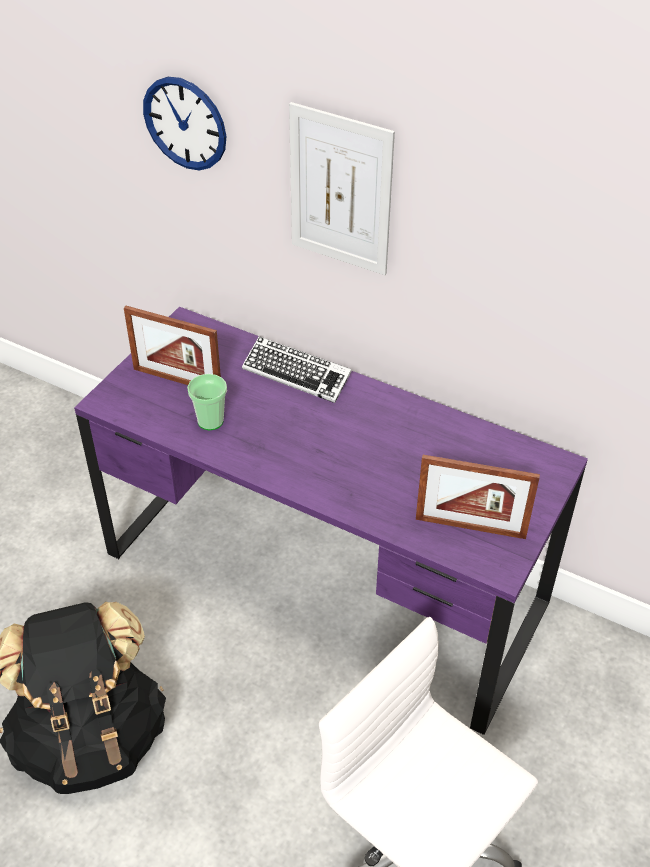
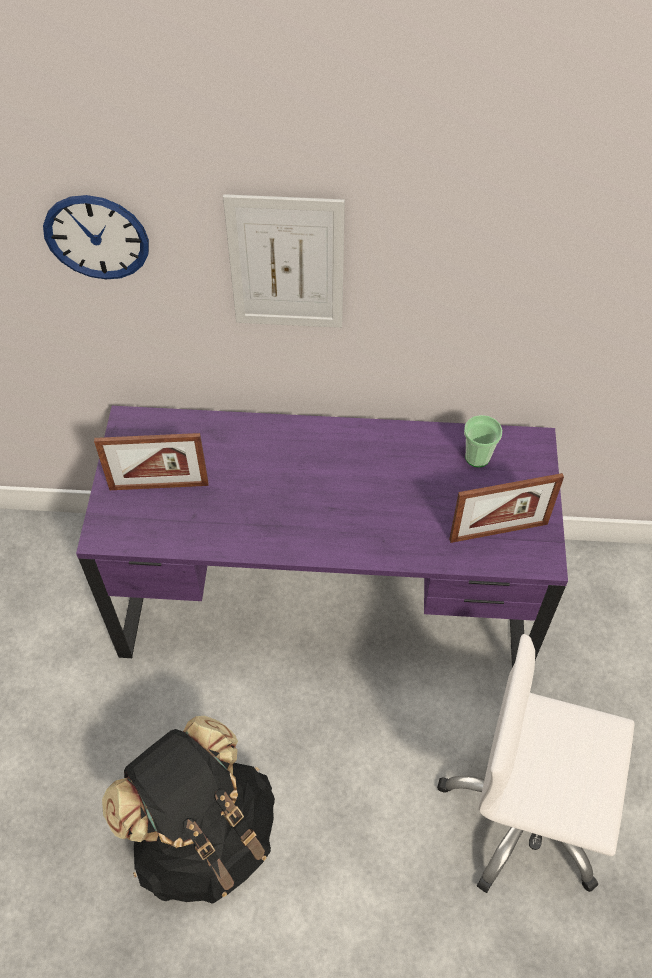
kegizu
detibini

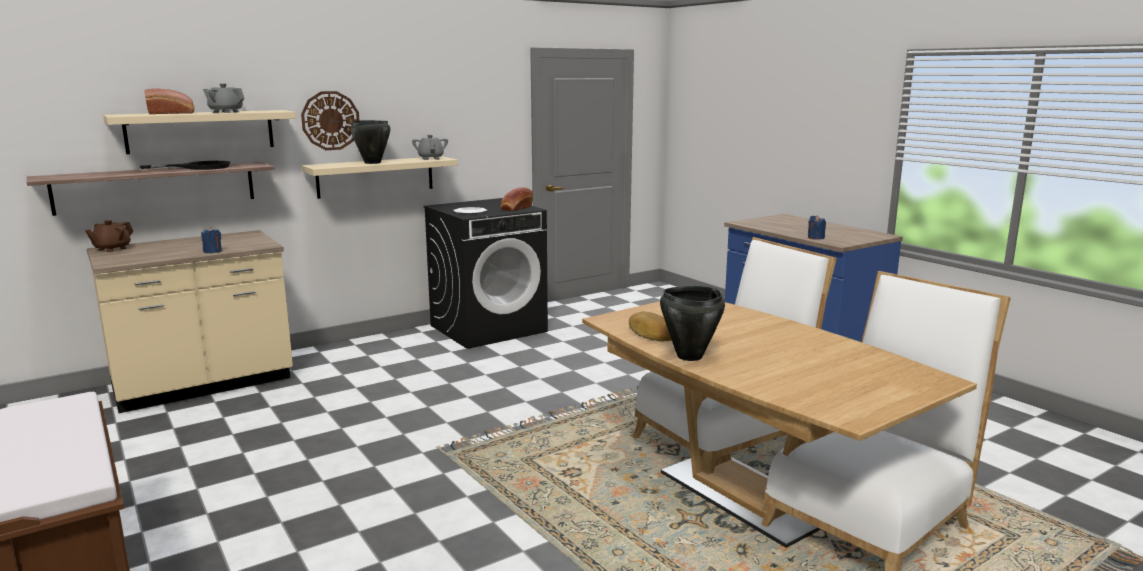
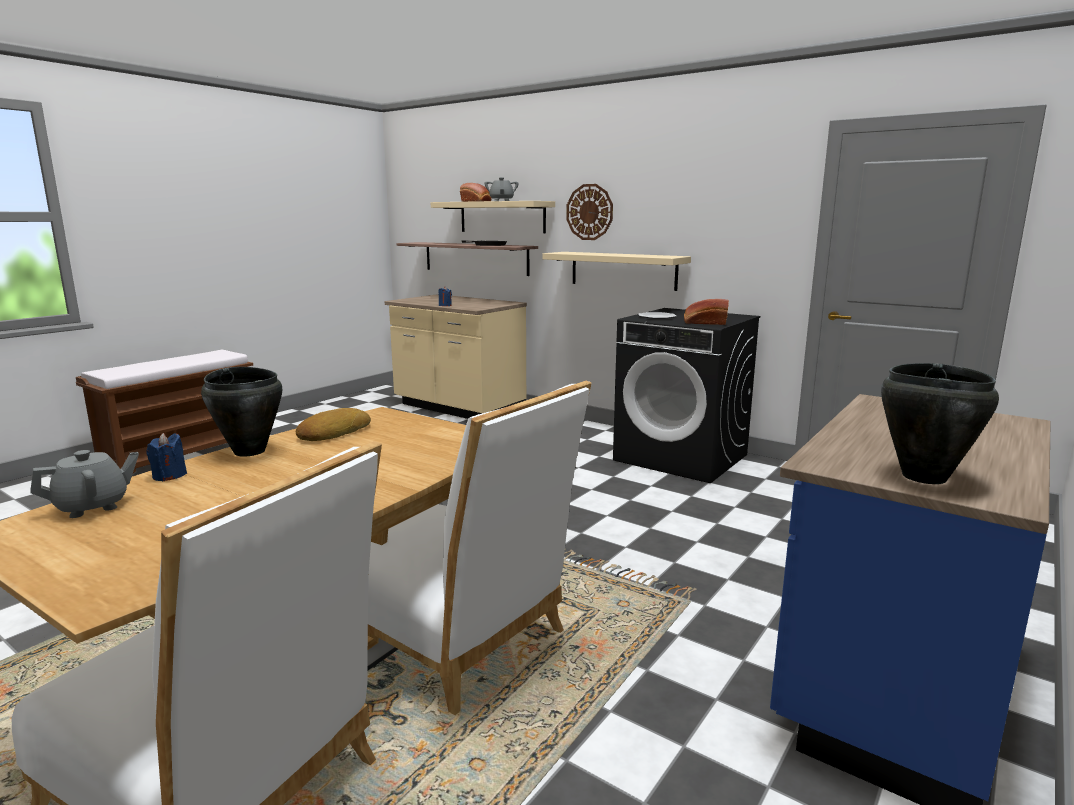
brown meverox
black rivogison (2nd from left)
grey meverox (1st from left)
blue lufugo (1st from left)

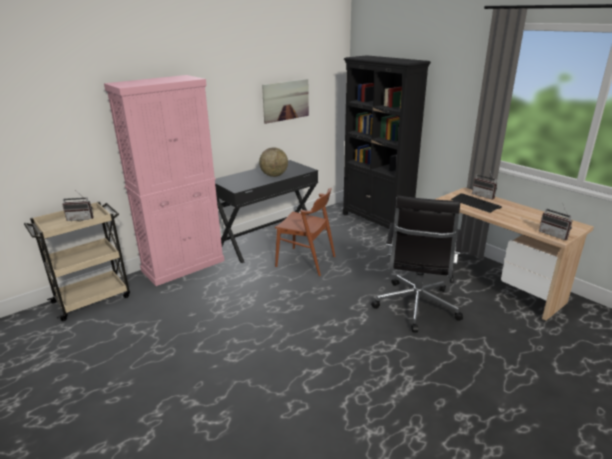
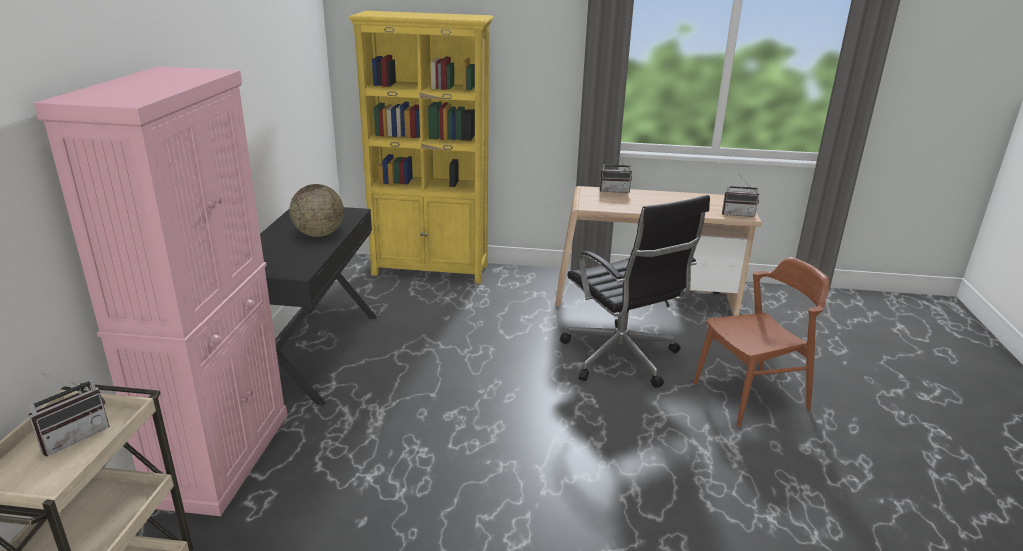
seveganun
kegizu
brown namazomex
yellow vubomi

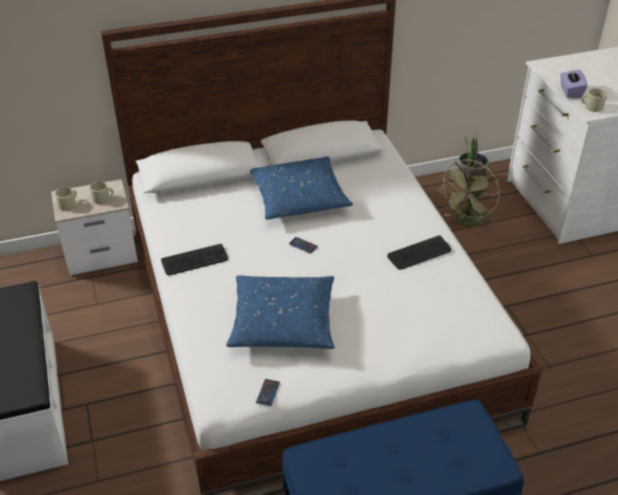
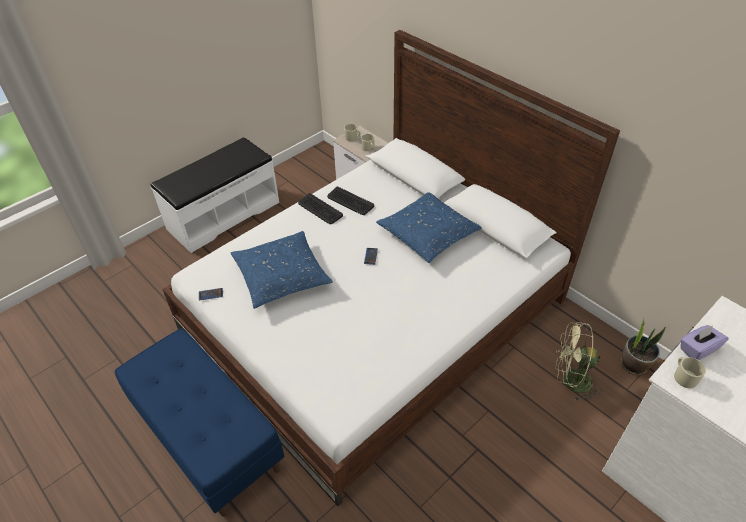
kegizu (2nd from left)

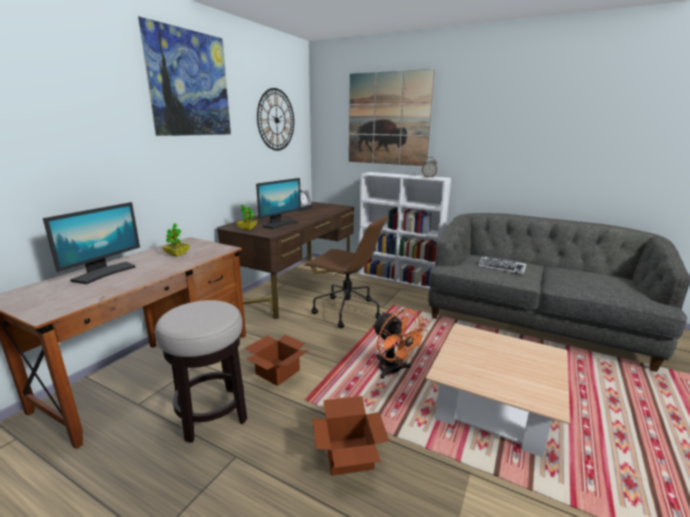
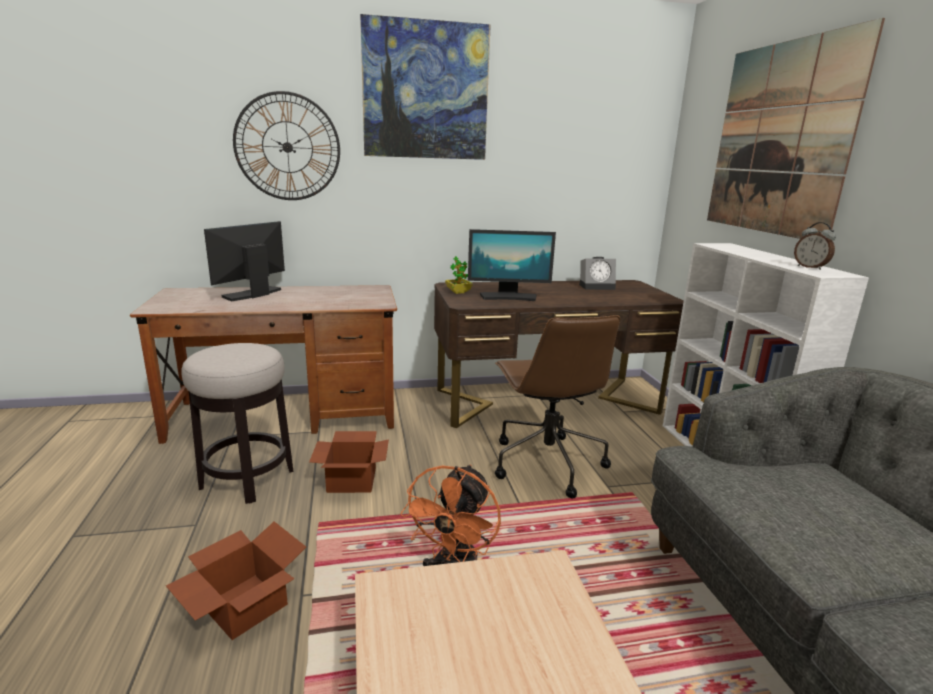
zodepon (1st from left in the first image)
kegizu
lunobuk
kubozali (1st from left)

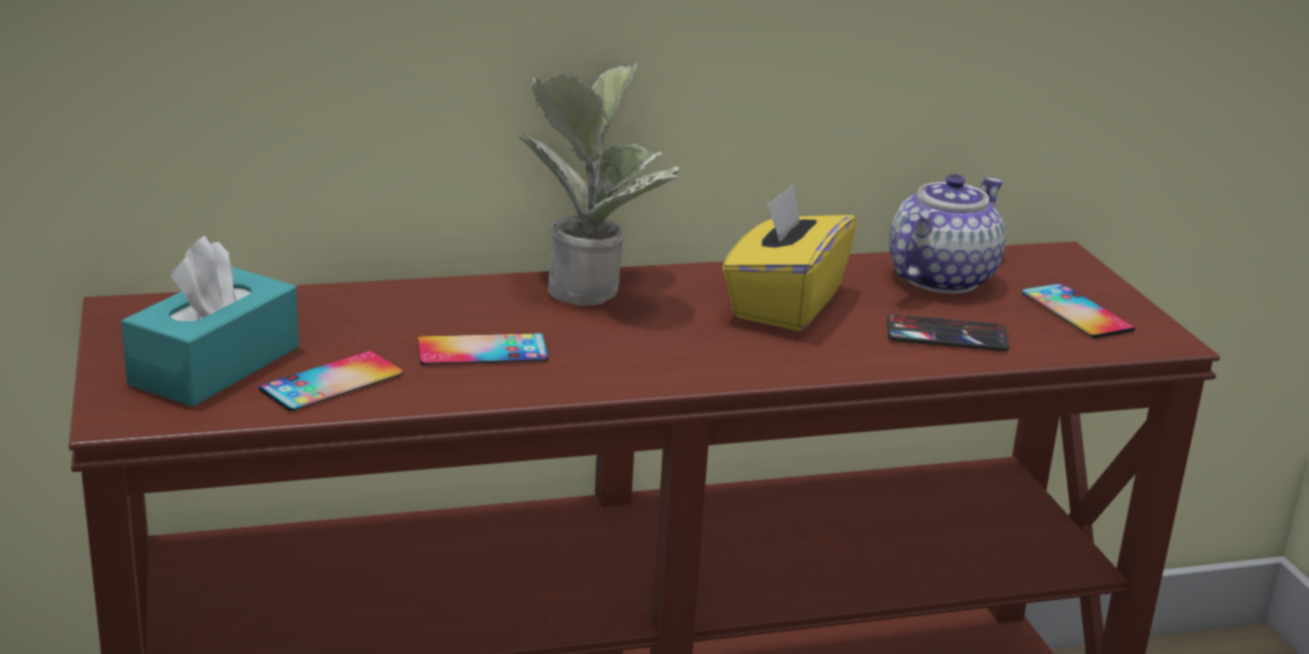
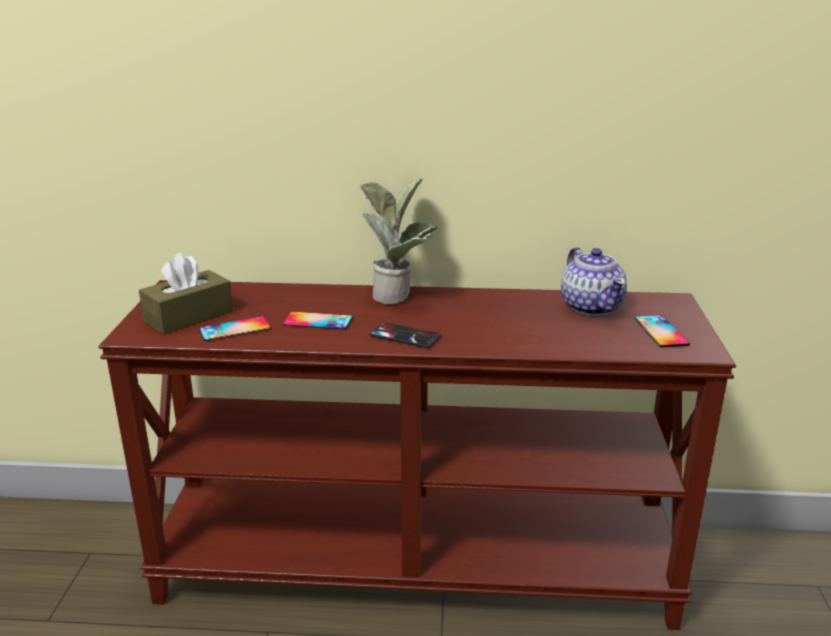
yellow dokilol
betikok (3rd from left)
brown dokilol
meverox

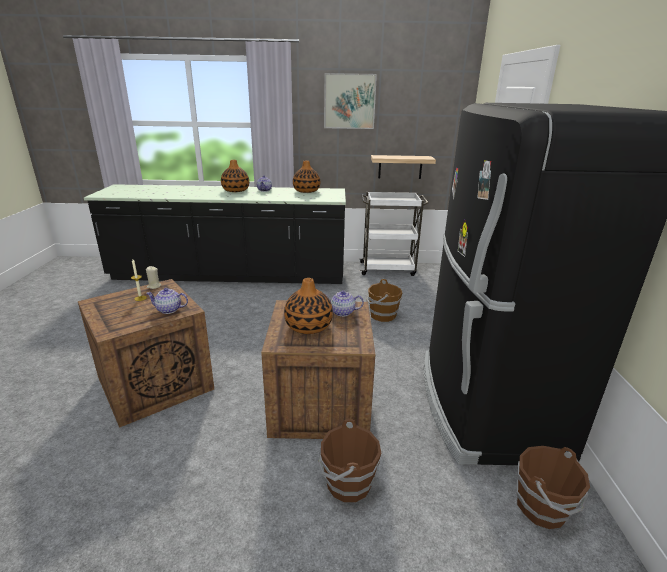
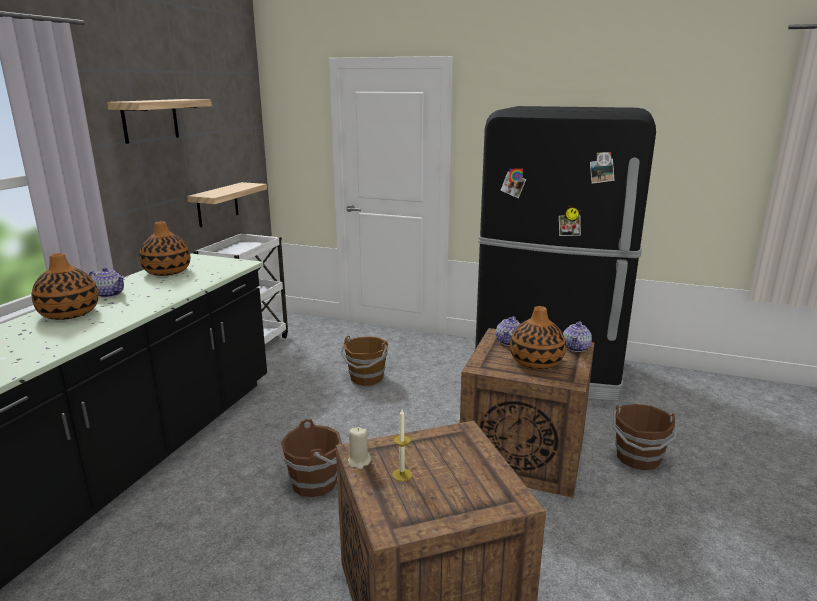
meverox (3rd from left)
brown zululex (1st from left)
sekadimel (1st from left)

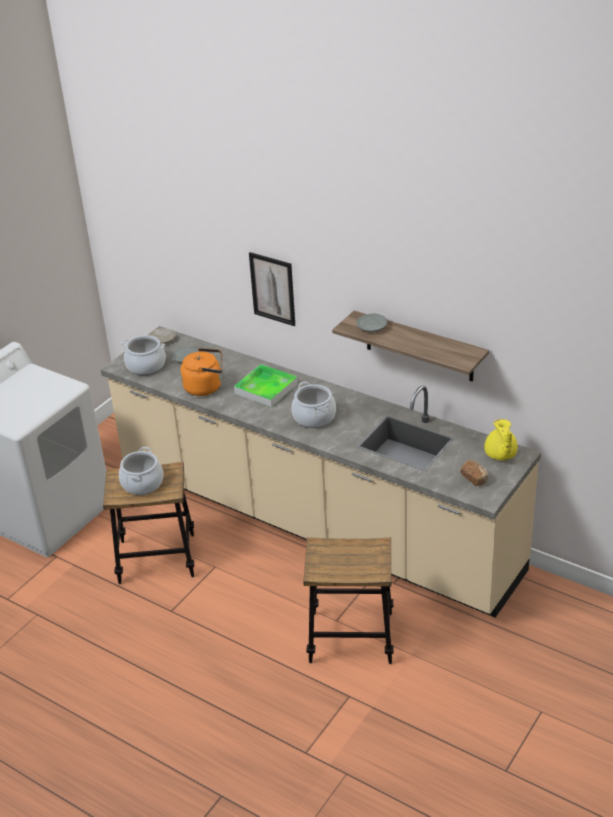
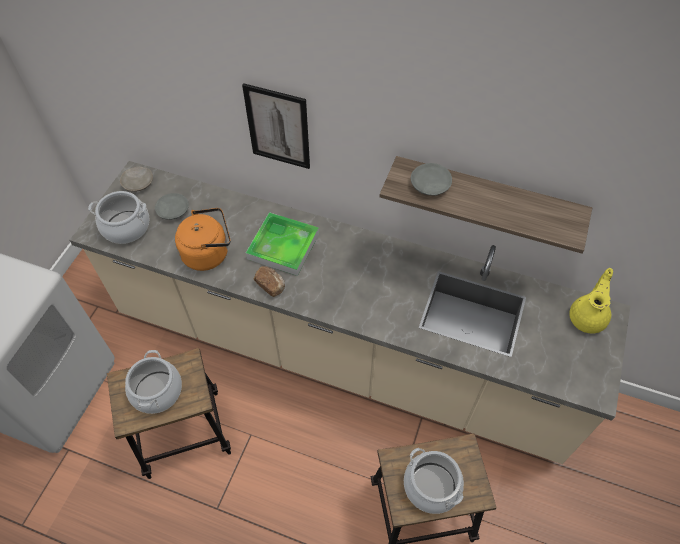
rivogison (3rd from left)
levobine
yellow meverox

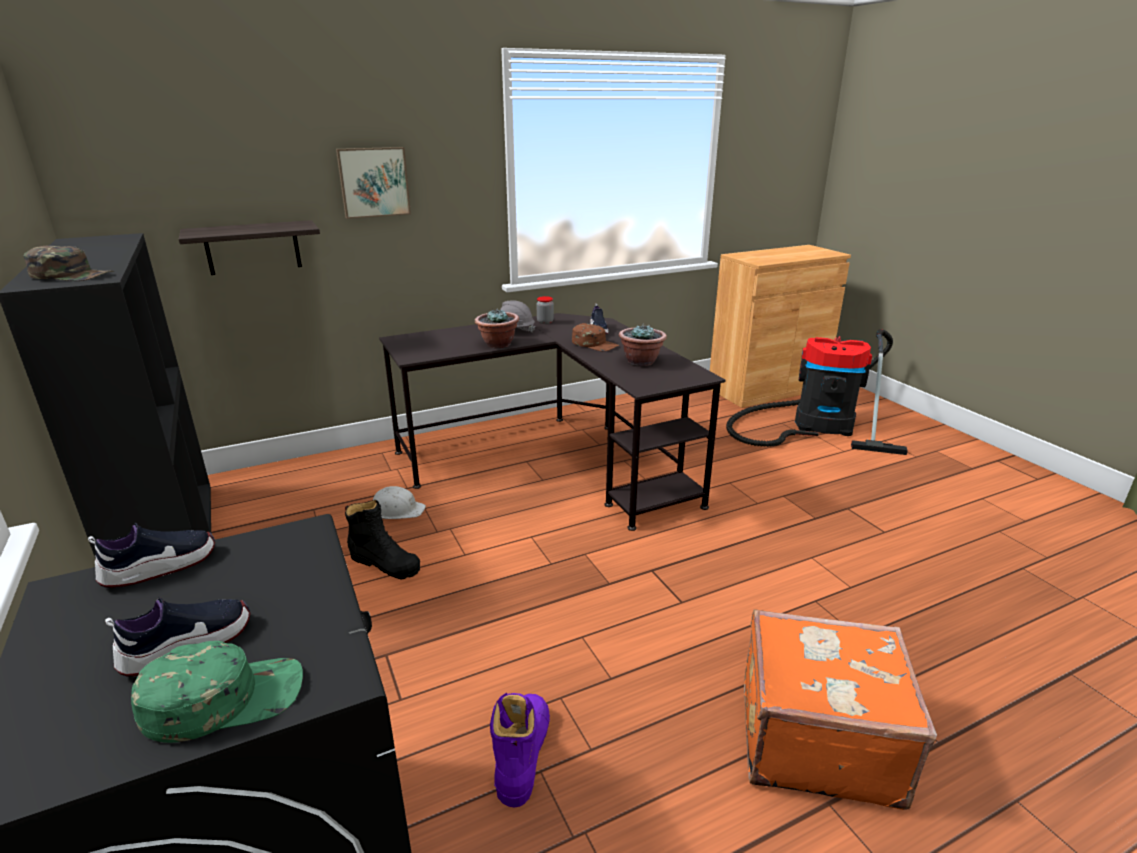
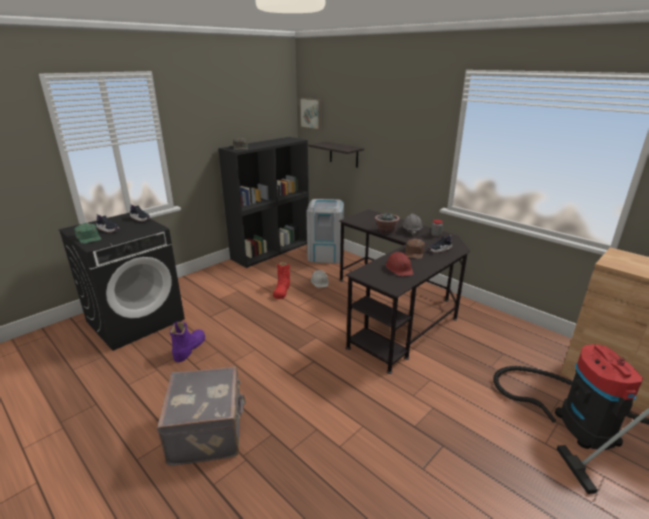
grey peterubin
seveganun
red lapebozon
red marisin
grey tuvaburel
purple marisin

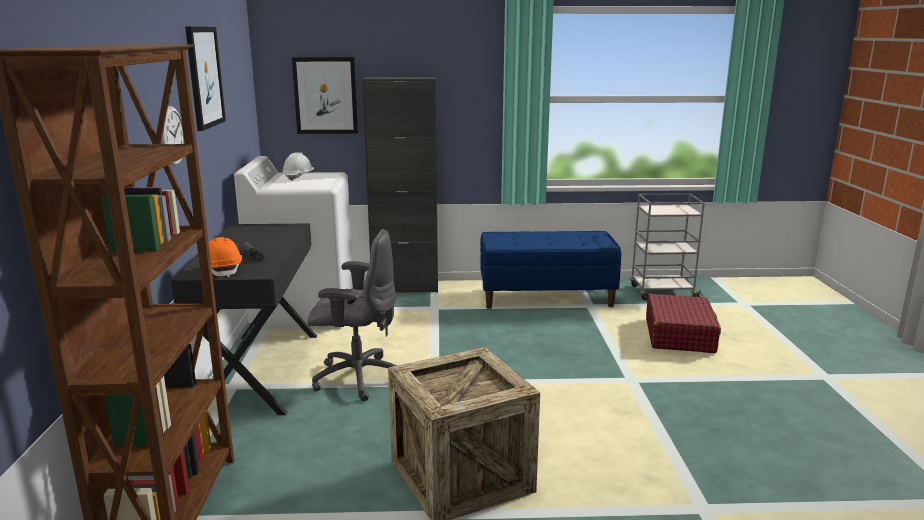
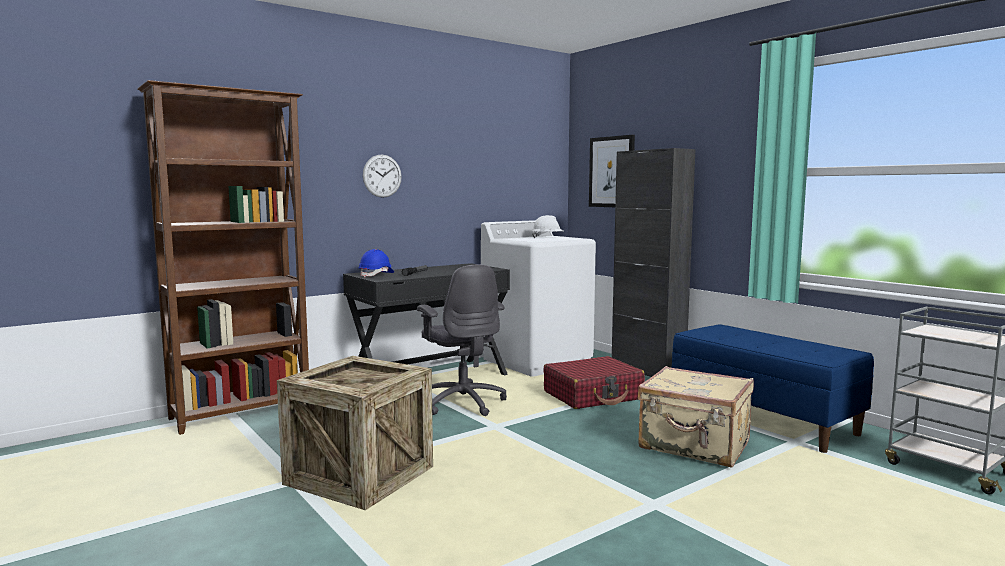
seveganun (1st from left in the first image)
beige tuvaburel
red tuvaburel
blue lapebozon

